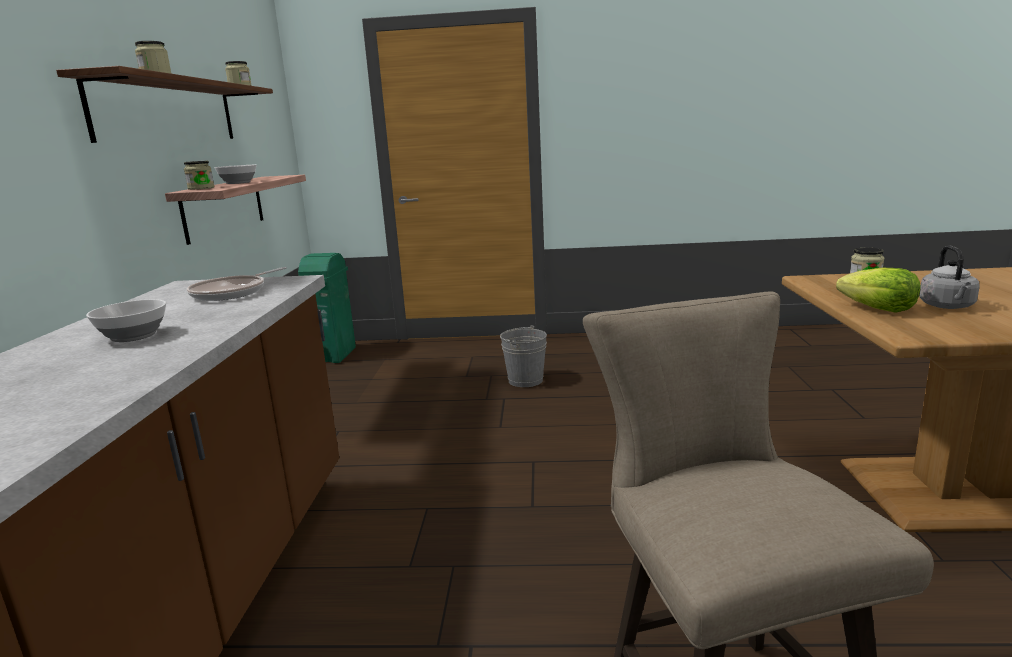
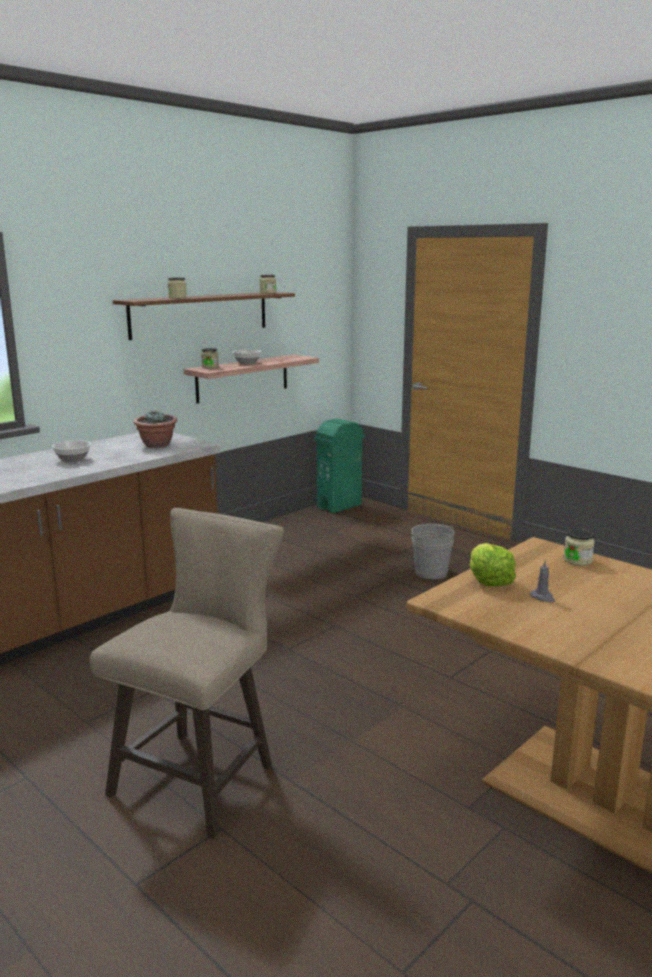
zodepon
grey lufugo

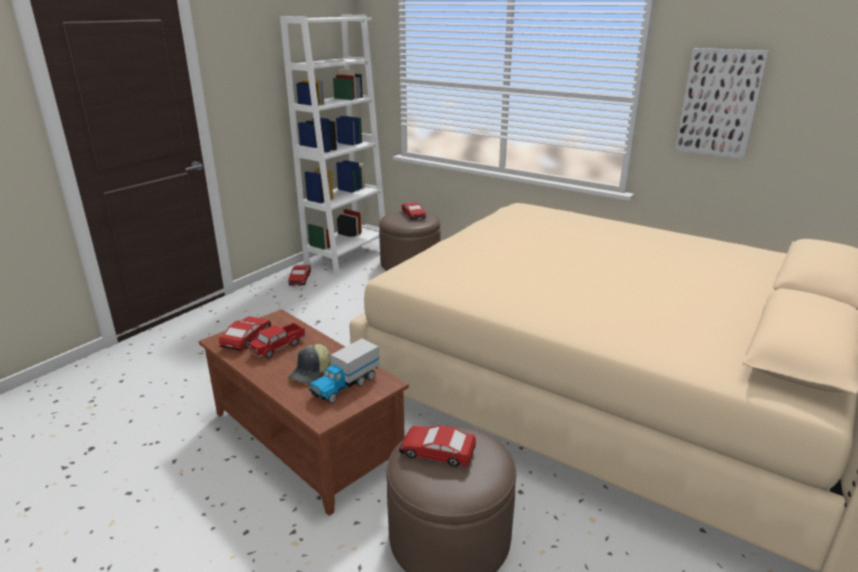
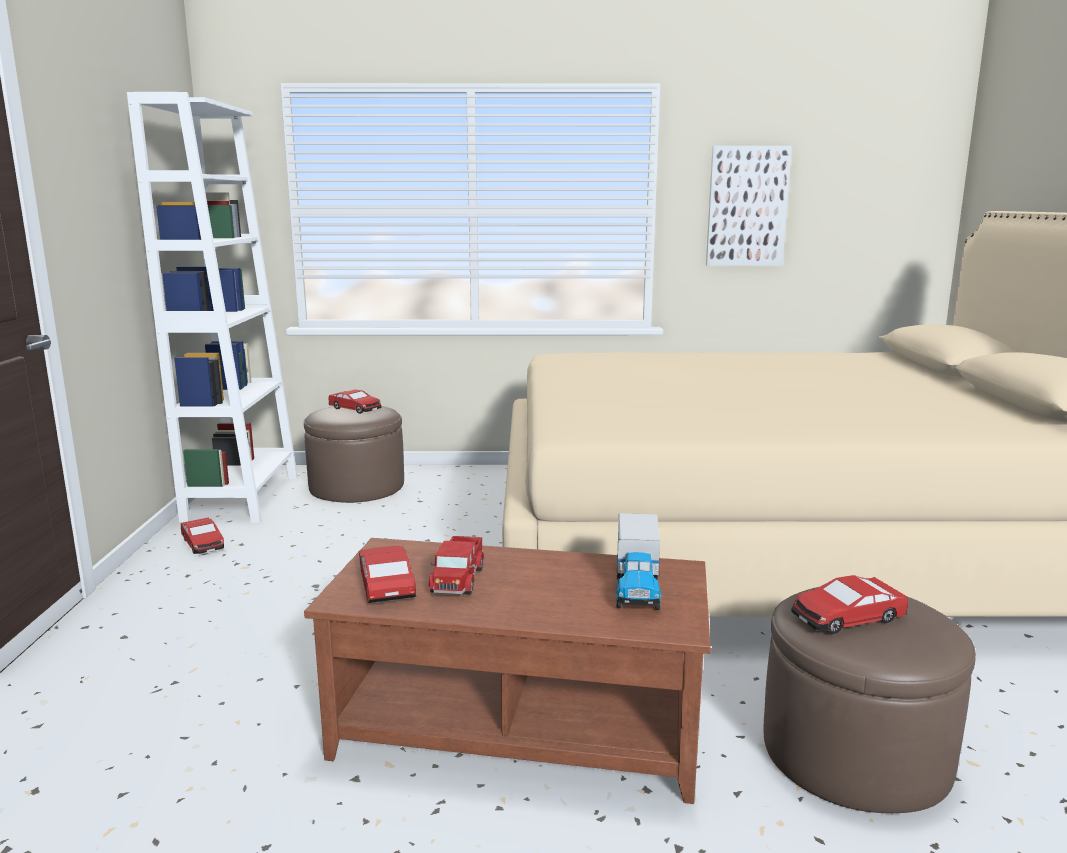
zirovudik

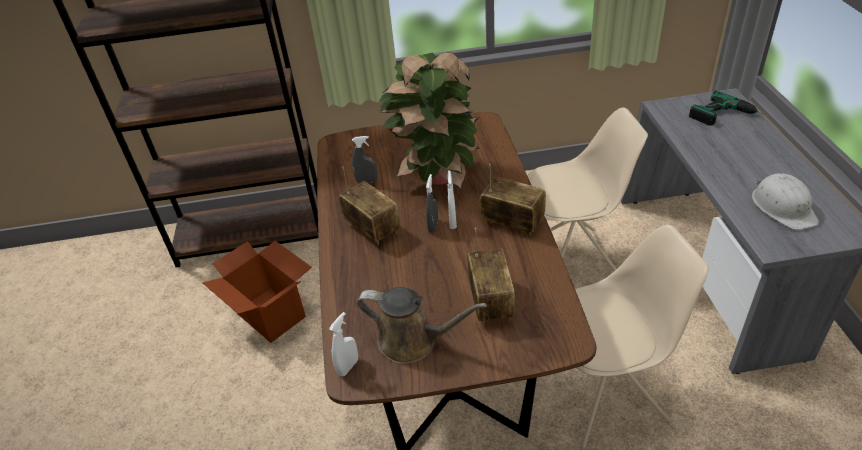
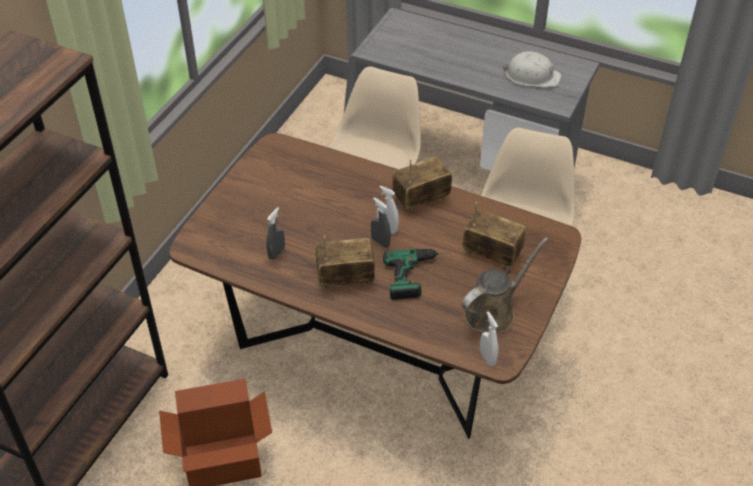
zodepon
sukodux

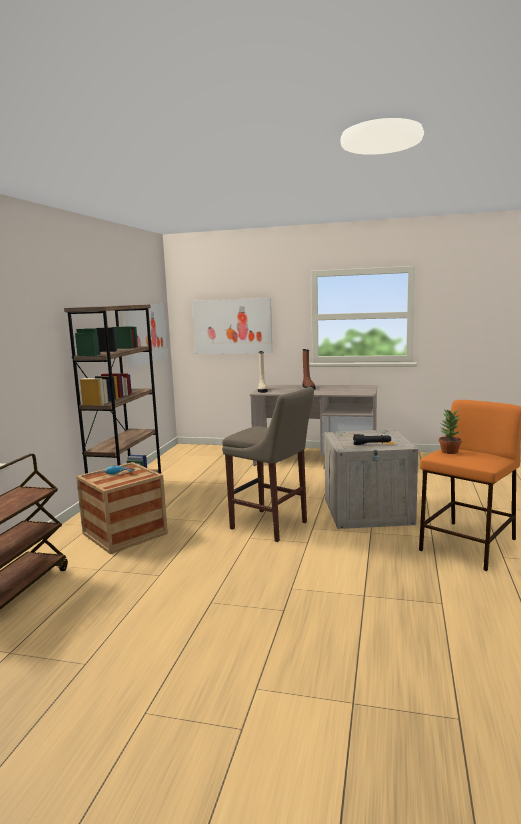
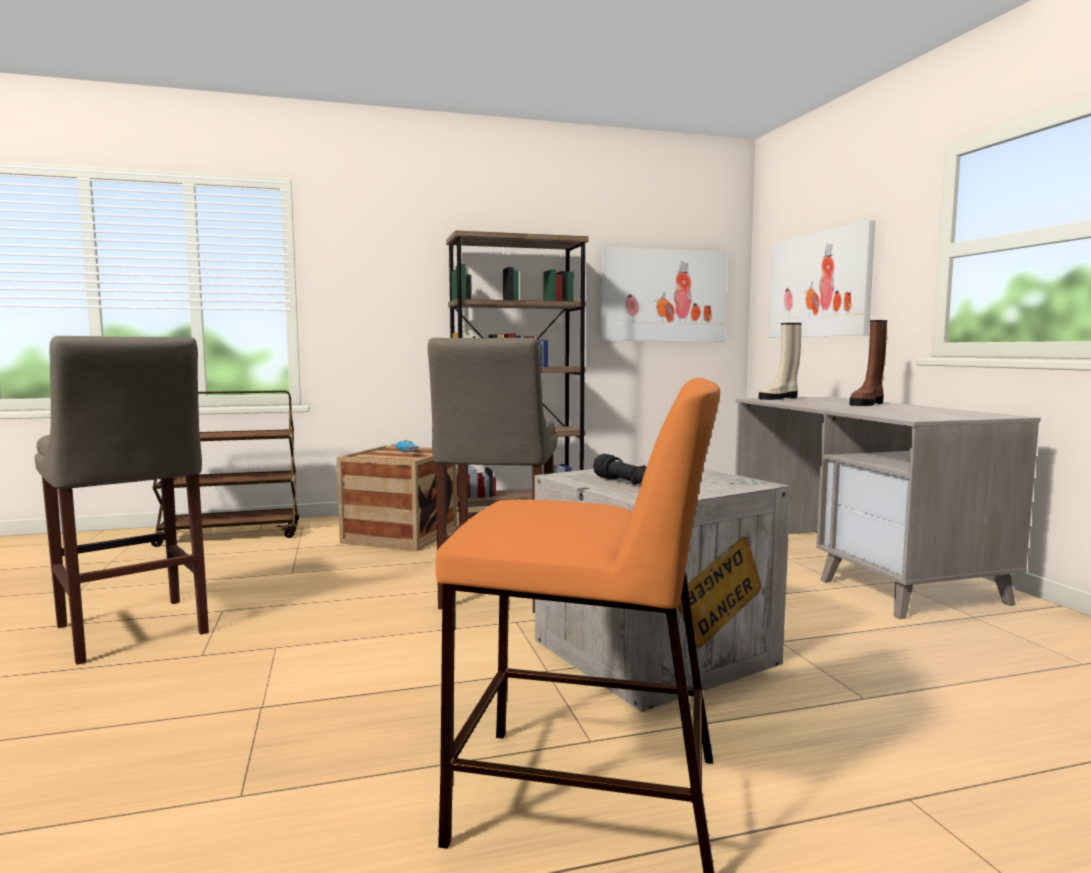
zodepon
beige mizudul (1st from left)

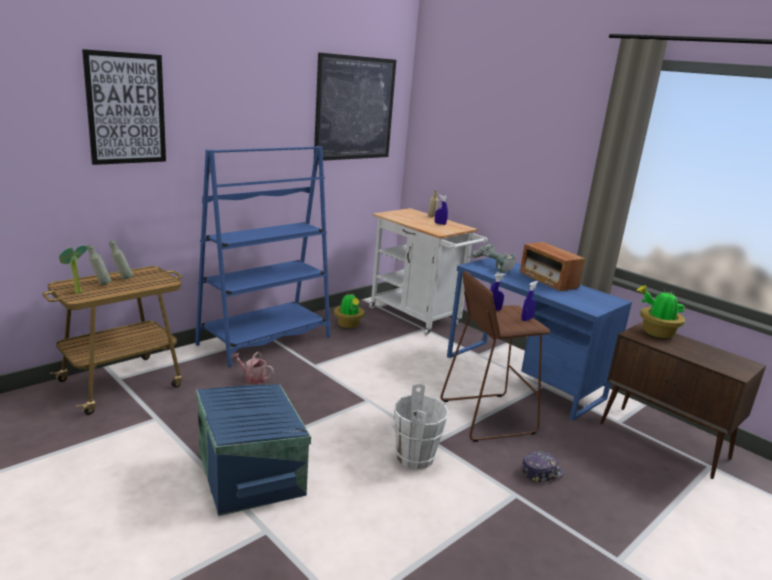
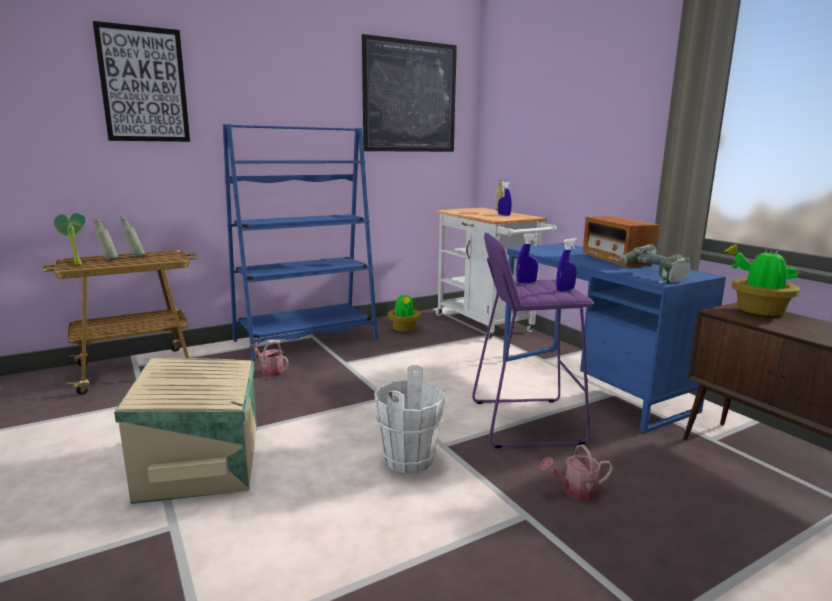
sukodux
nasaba (2nd from left)
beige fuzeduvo
purple mizudul

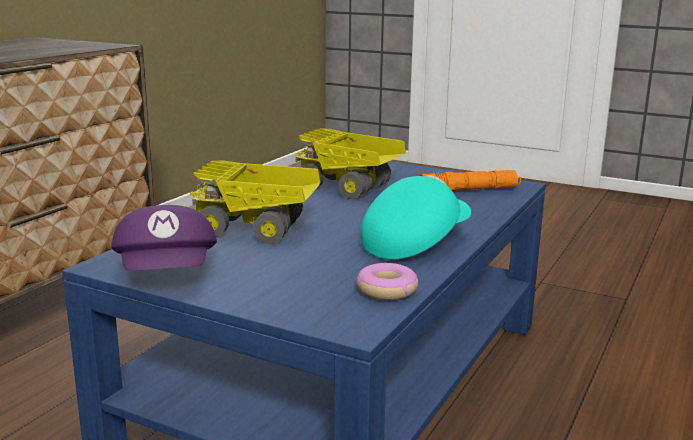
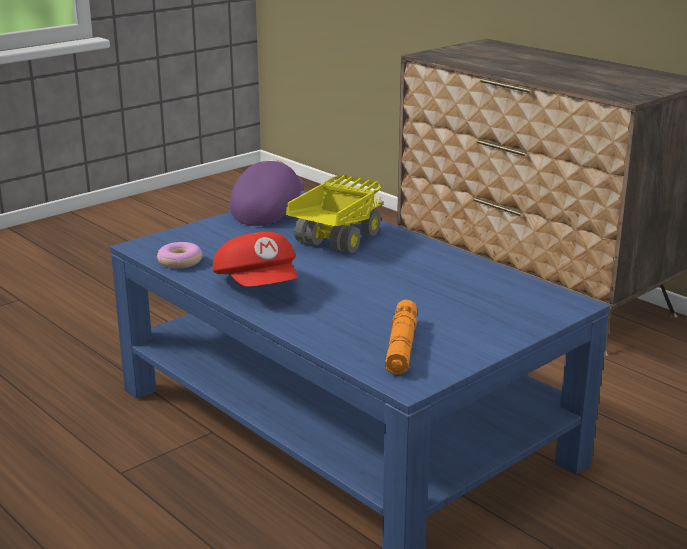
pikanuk (2nd from left in the first image)
red zirovudik
purple zirovudik

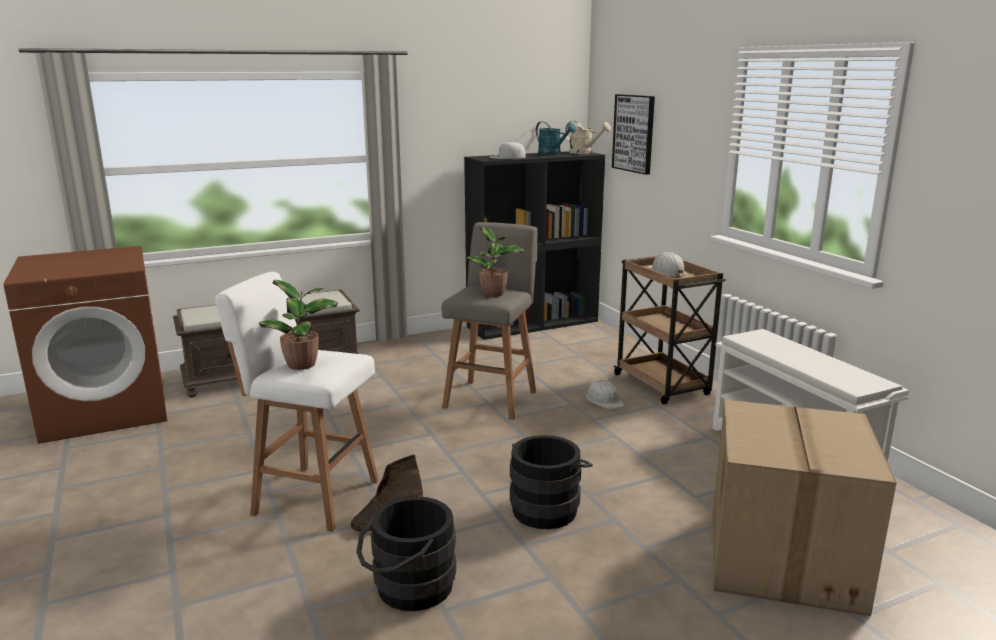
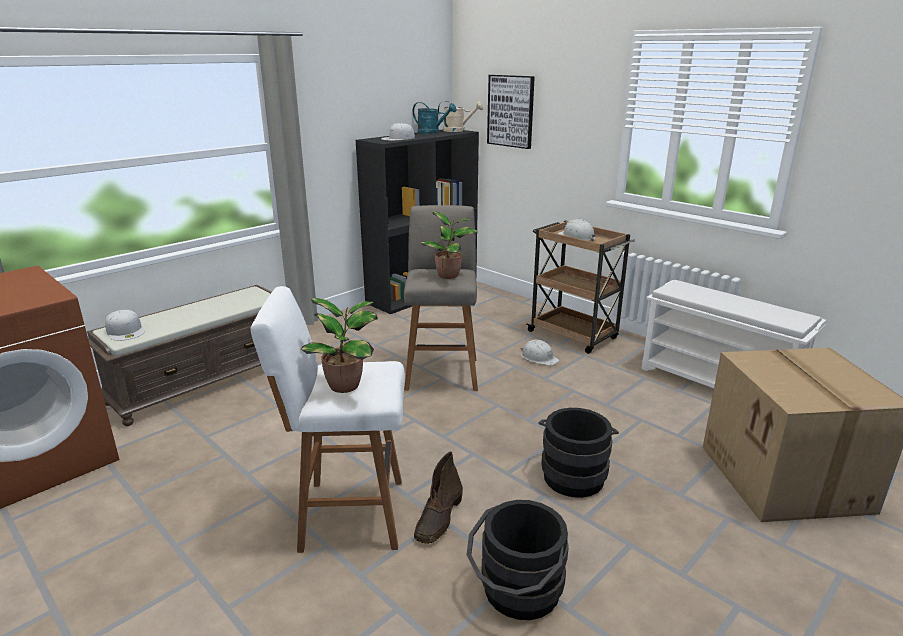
white zirovudik (1st from left)

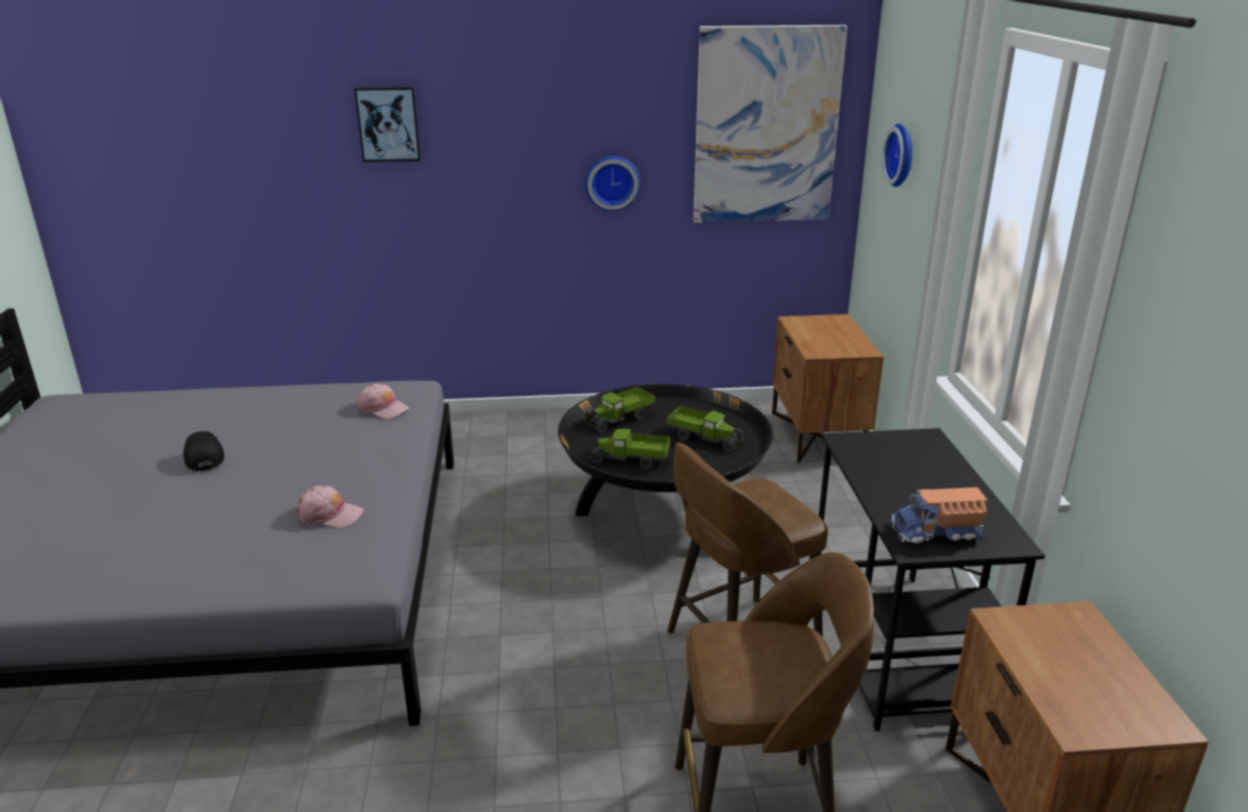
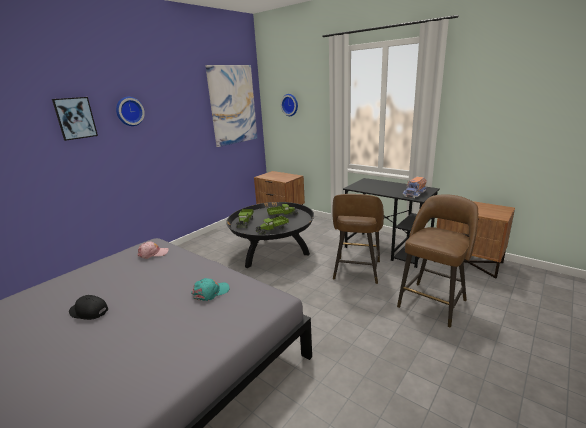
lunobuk (1st from left)
turquoise zirovudik

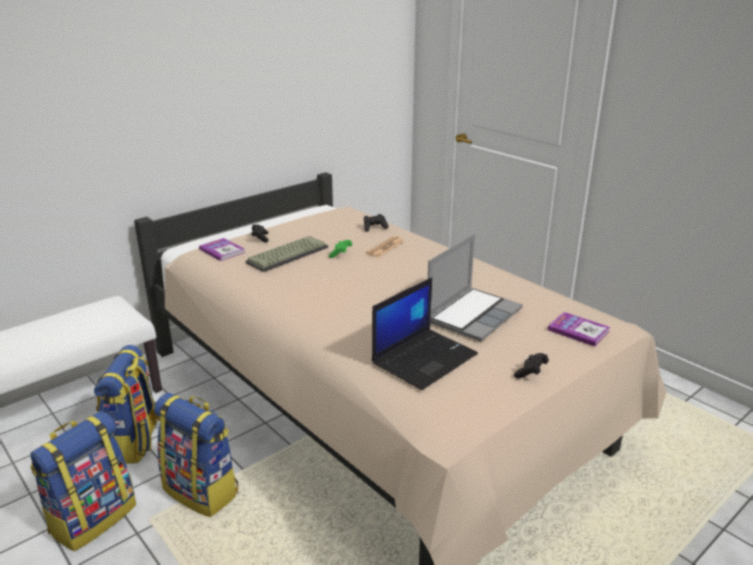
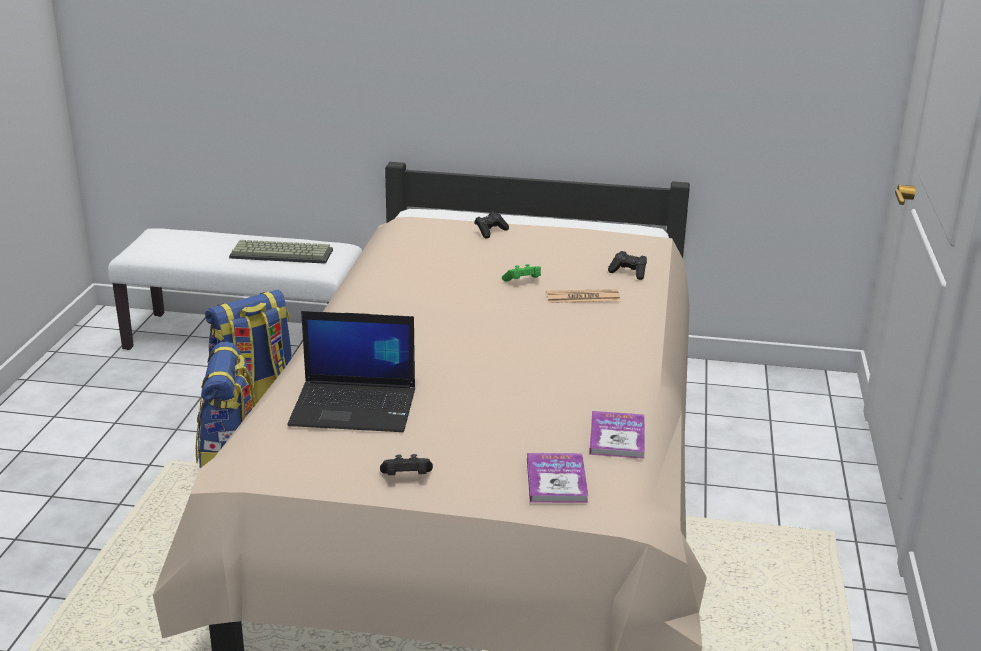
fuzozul (1st from left in the first image)
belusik (2nd from left in the first image)
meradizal (2nd from left)
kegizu

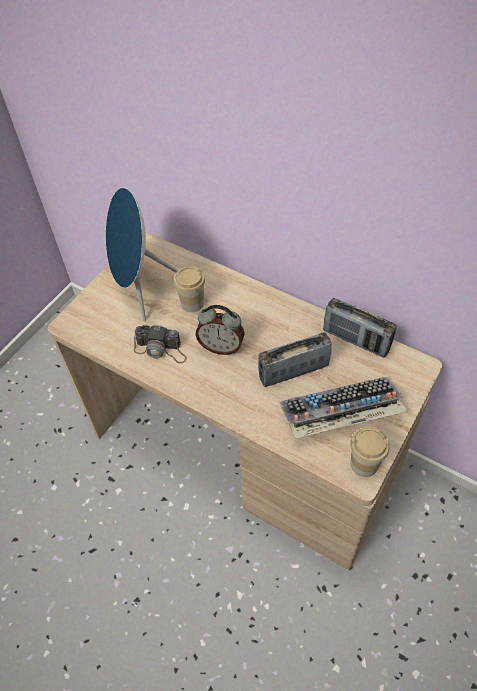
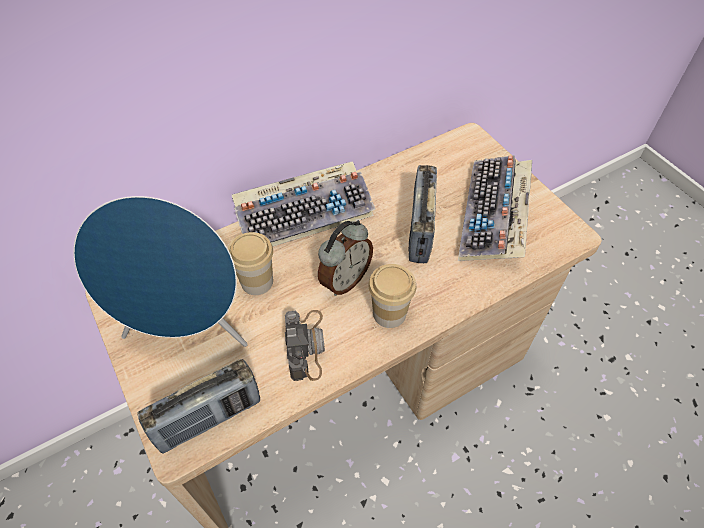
kegizu (1st from left)
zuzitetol (1st from left)
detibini (2nd from left)
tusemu

